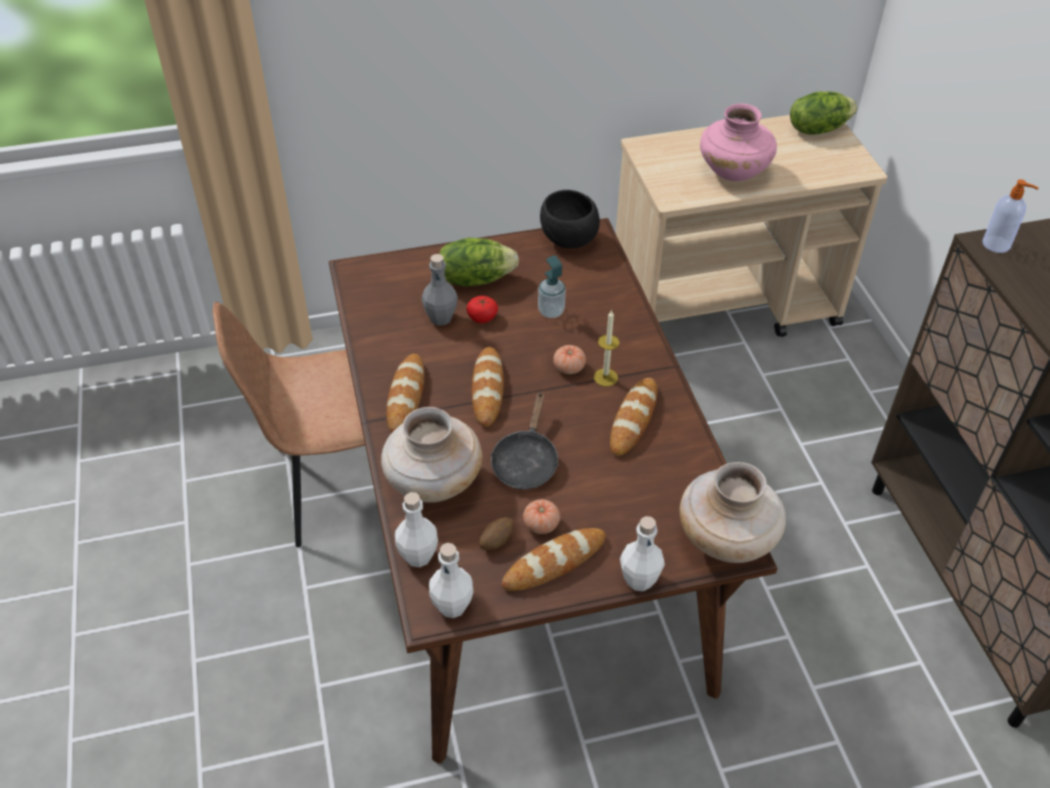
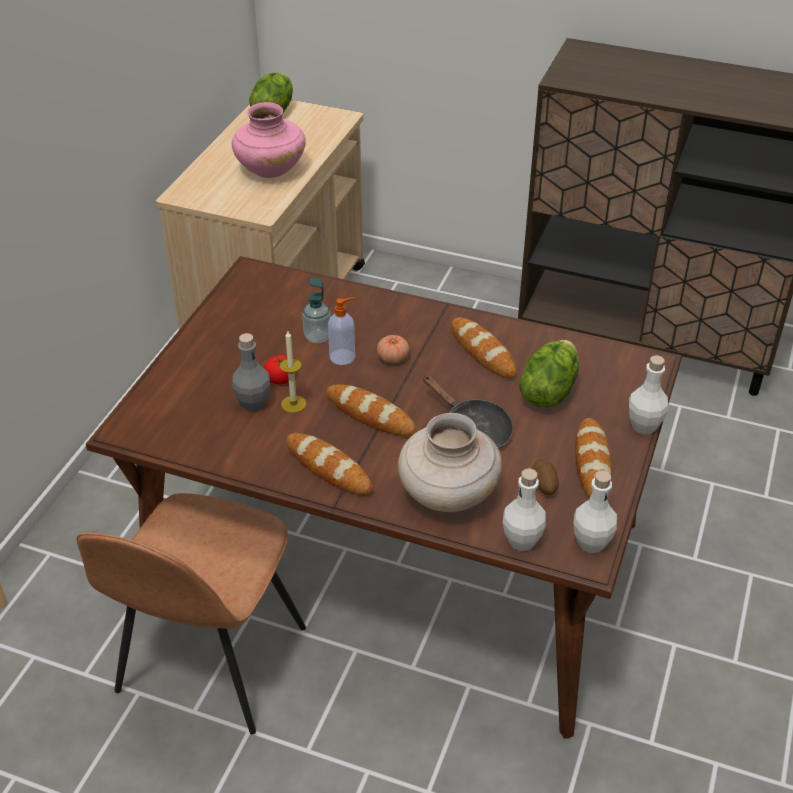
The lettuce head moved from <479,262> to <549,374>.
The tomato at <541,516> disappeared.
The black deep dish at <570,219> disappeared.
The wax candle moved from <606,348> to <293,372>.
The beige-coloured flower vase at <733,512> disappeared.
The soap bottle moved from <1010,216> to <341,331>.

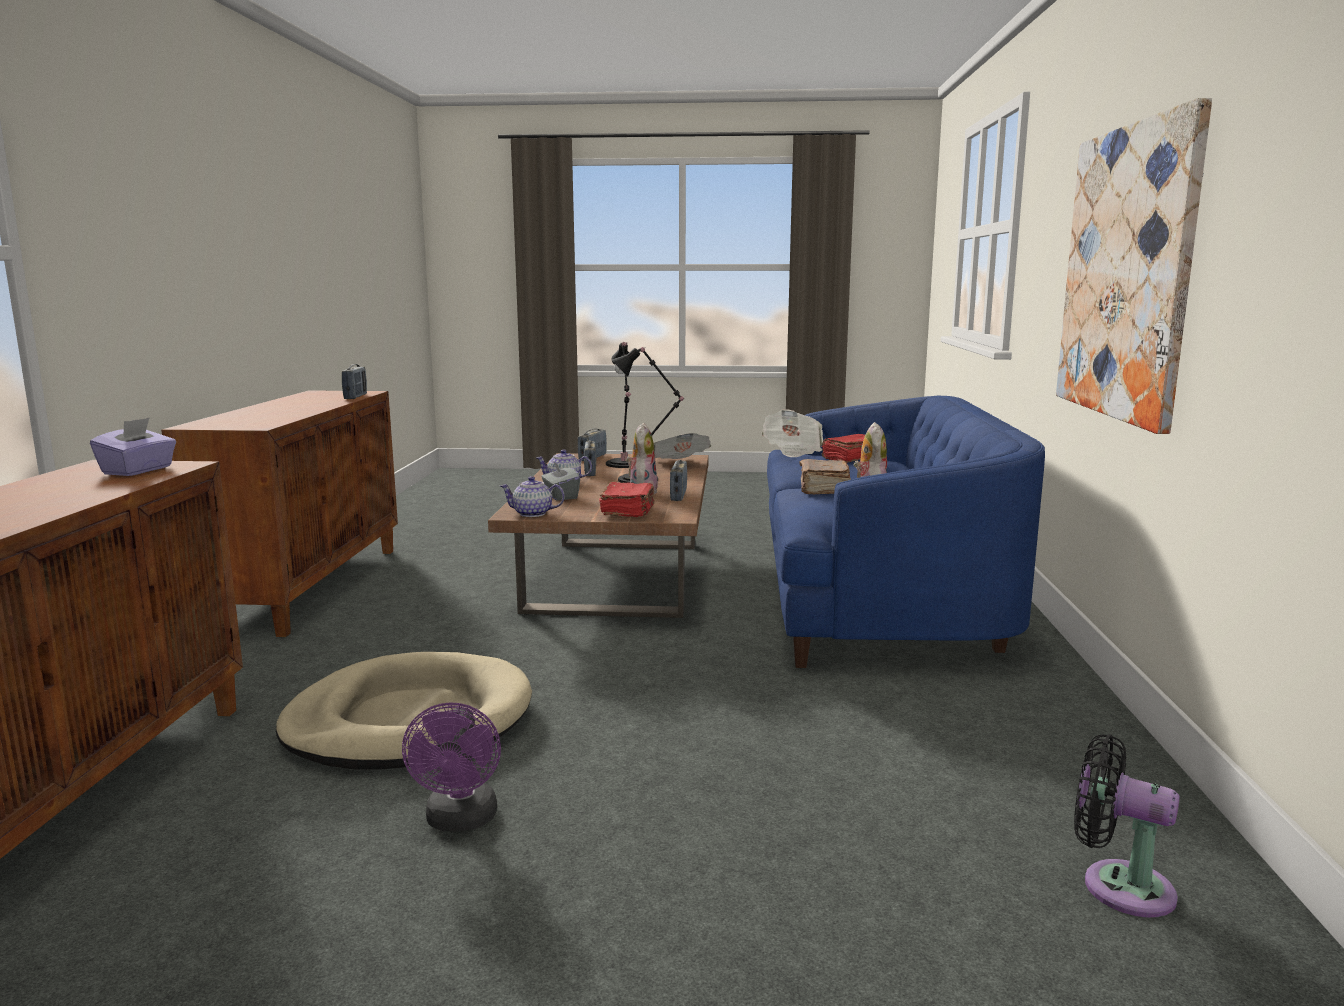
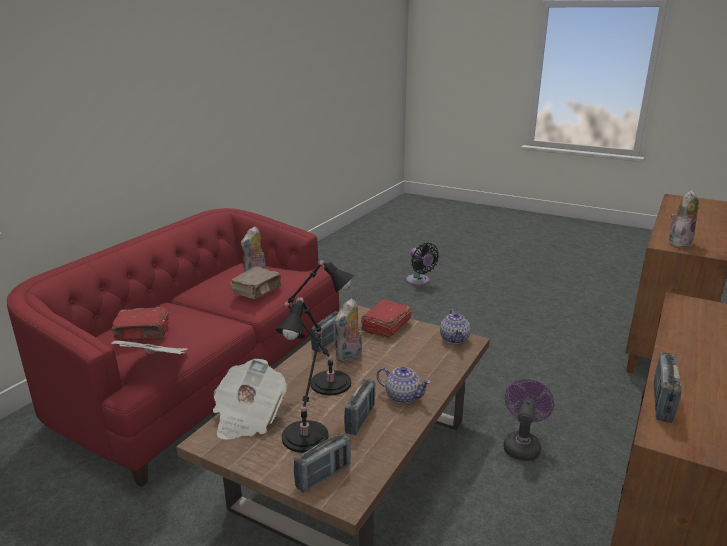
The purple tissue box at <133,446> was replaced by the cuddly toy at <684,218>.
The beige-coloured dog cushion at <404,710> disappeared.
The purple cooling fan moved from <451,767> to <529,420>.
The teapot at <532,496> turned 60 degrees clockwise.
The greyish tissue box at <560,481> disappeared.
The bluish settee at <906,531> became the red settee at <173,347>.
The picture at <1134,266> disappeared.
The black cooling fan moved from <1127,825> to <422,264>.

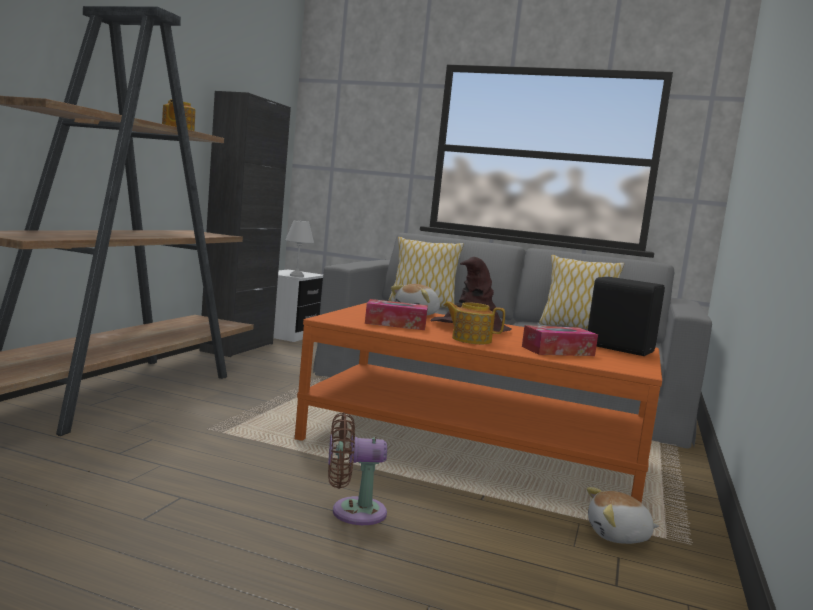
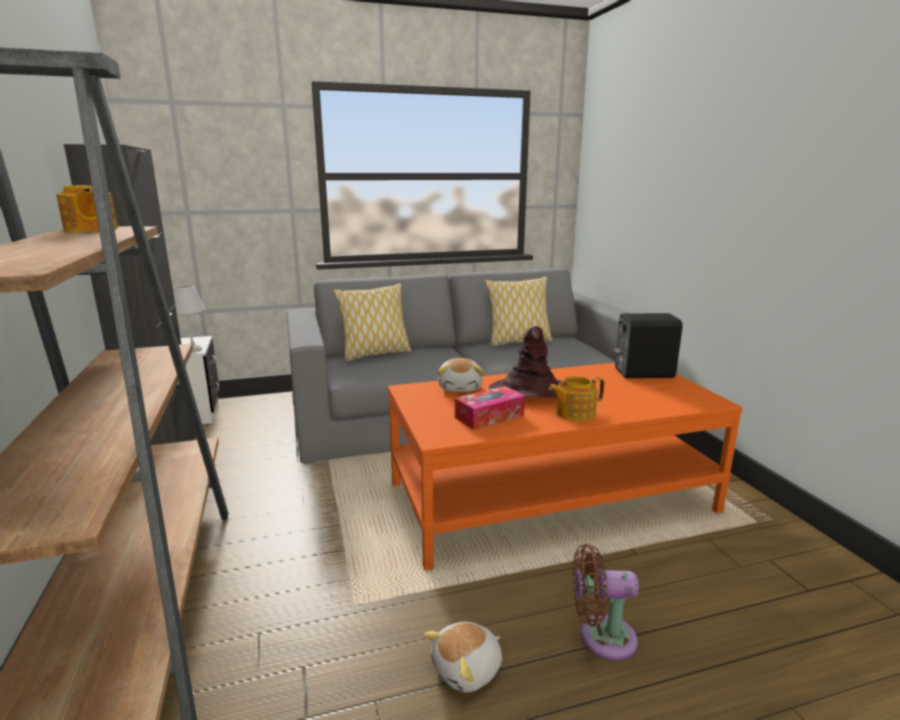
The brown cooling fan at <357,469> turned 45 degrees clockwise.
The tissue box at <560,340> disappeared.
The cuddly toy moved from <623,515> to <462,657>.

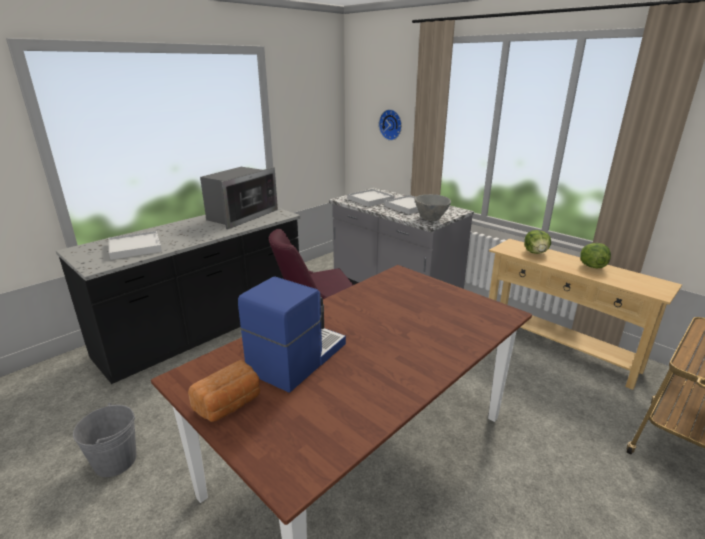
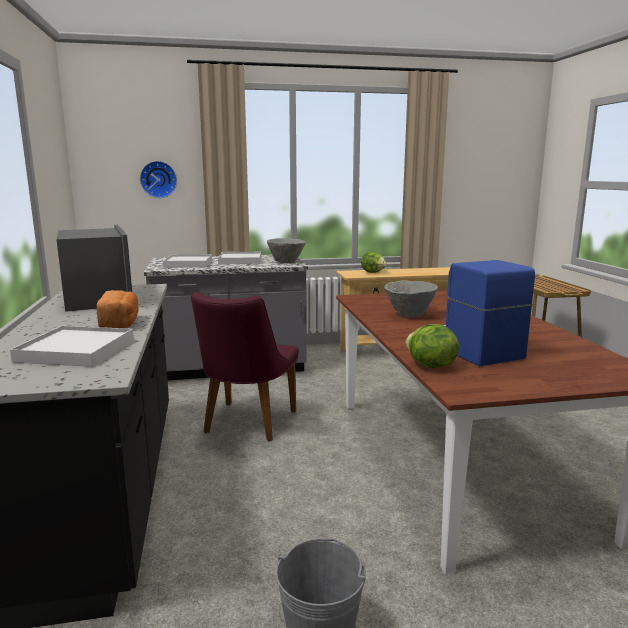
The bread moved from <224,391> to <118,309>.
The lettuce head moved from <595,255> to <432,346>.
The greyish deep dish at <411,299> appeared.

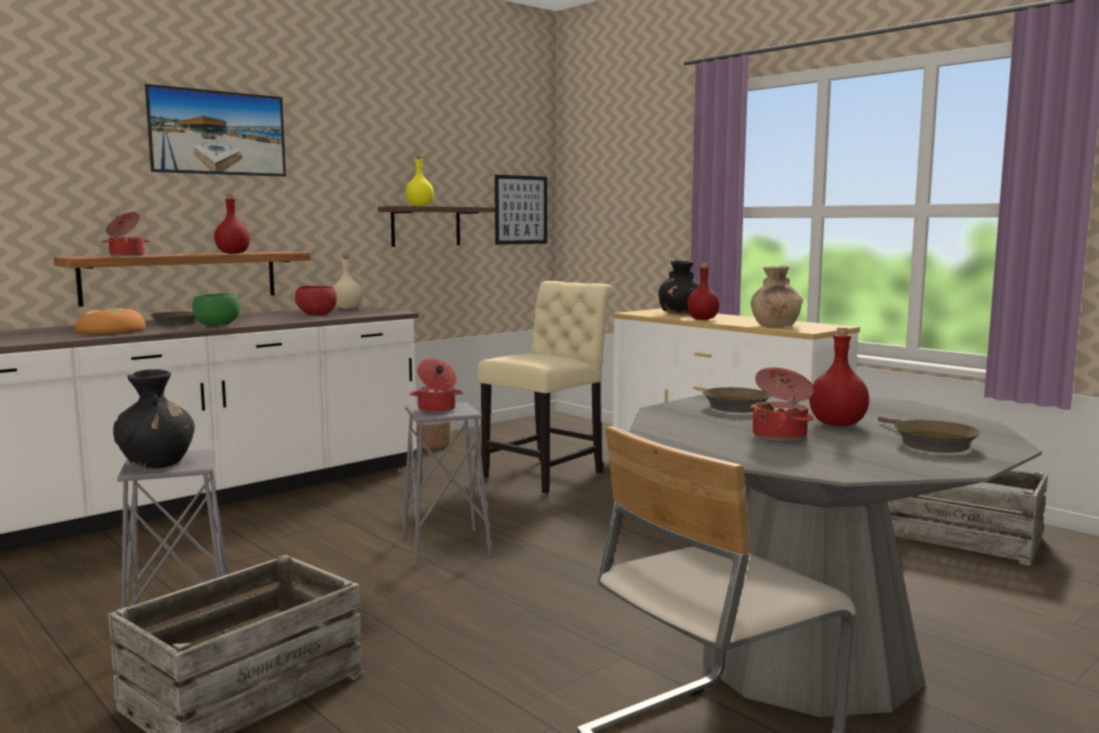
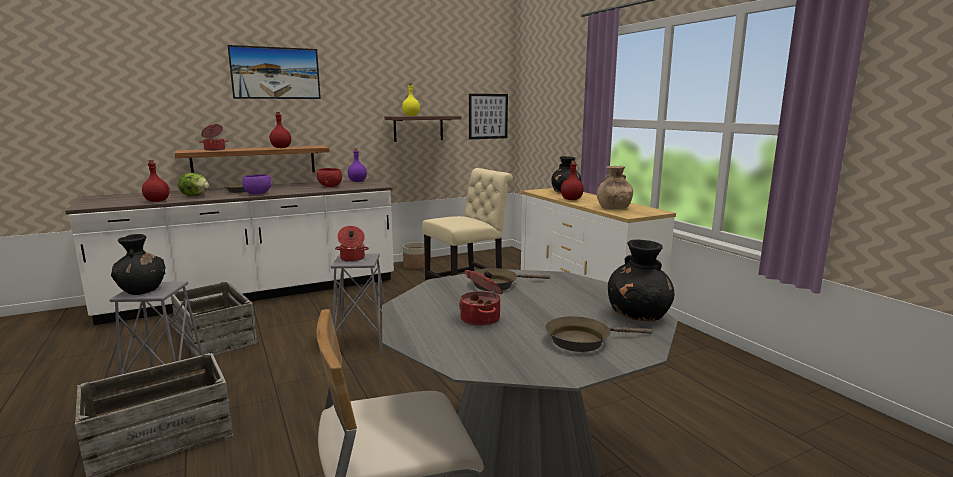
The bread at <110,321> was replaced by the lettuce head at <193,184>.
The green-coloured deep dish at <216,309> became the purple deep dish at <257,184>.
The beige-coloured beverage bottle at <348,282> became the purple beverage bottle at <357,165>.
The red beverage bottle moved from <839,376> to <155,181>.
The brown skillet at <929,434> turned 75 degrees clockwise.
The crate moved from <968,518> to <214,319>.
The black flower vase at <641,281> appeared.

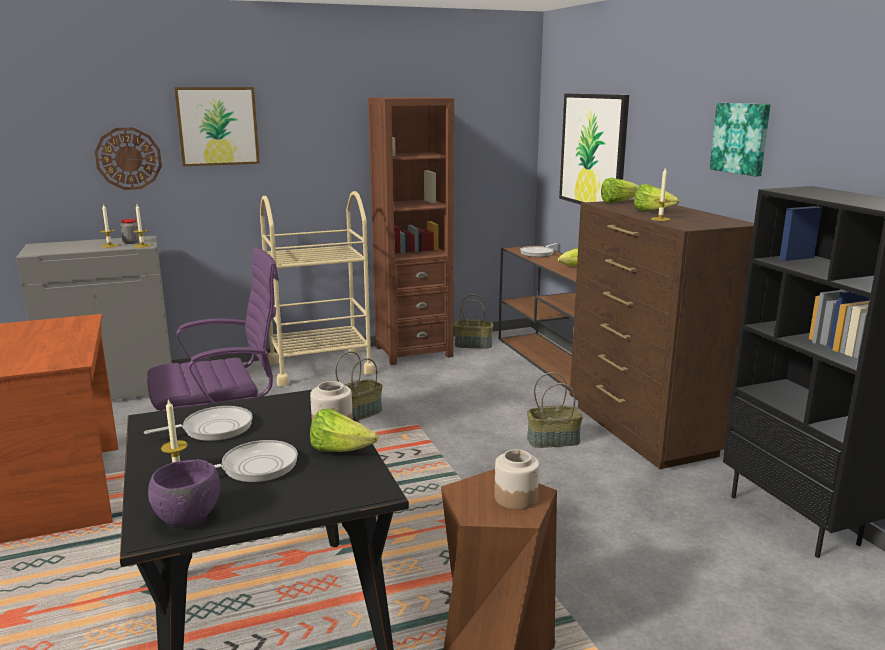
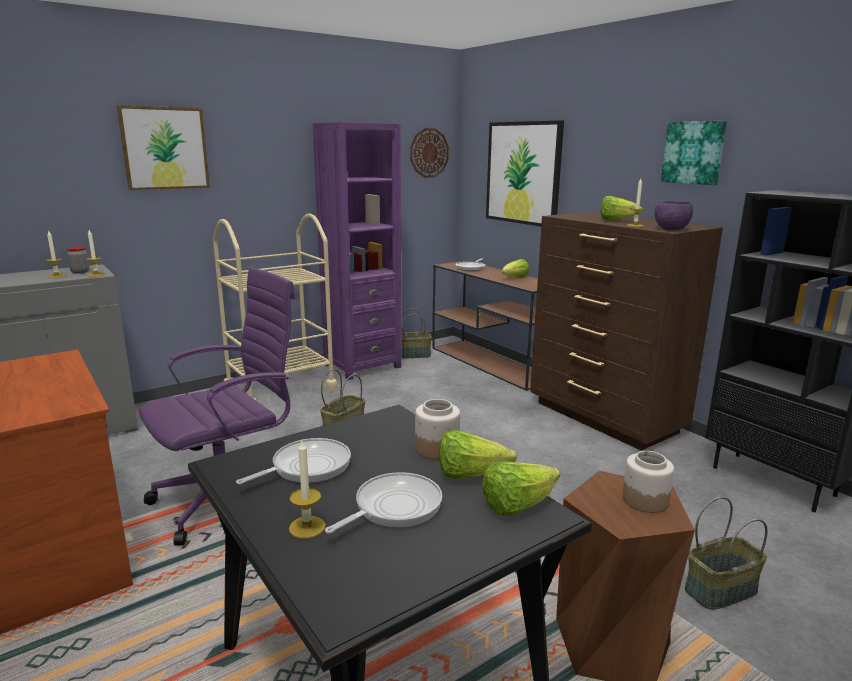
The hanging clock moved from <128,158> to <429,153>.
The purple deep dish moved from <184,492> to <673,215>.
The brown shelving unit at <411,231> became the purple shelving unit at <357,251>.
The basket moved from <555,410> to <726,553>.
The lettuce head moved from <620,190> to <521,489>.

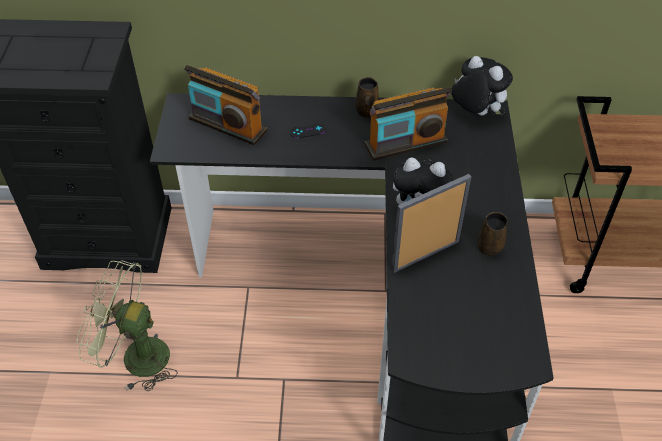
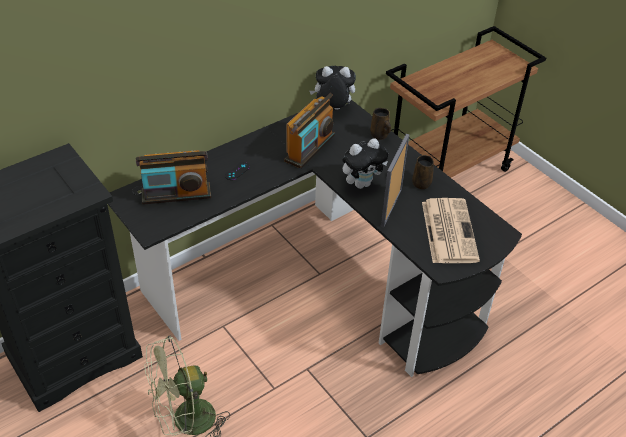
The brown mug moved from <367,97> to <380,124>.
The printed paper at <451,230> appeared.

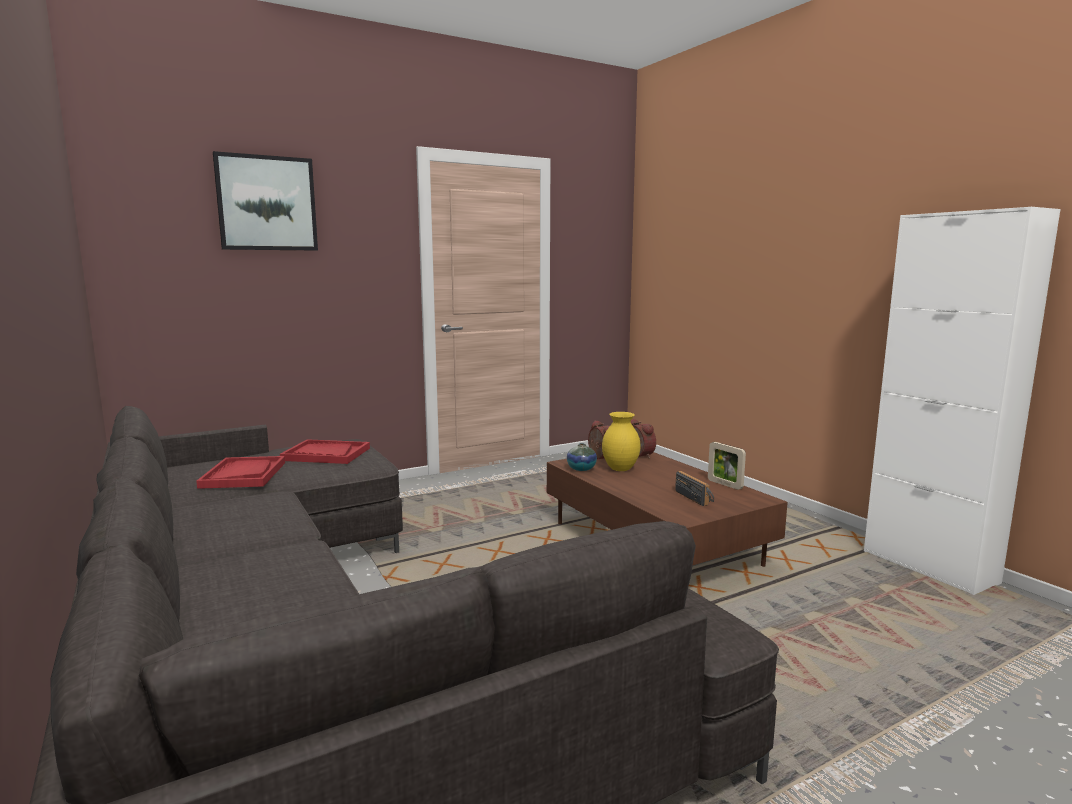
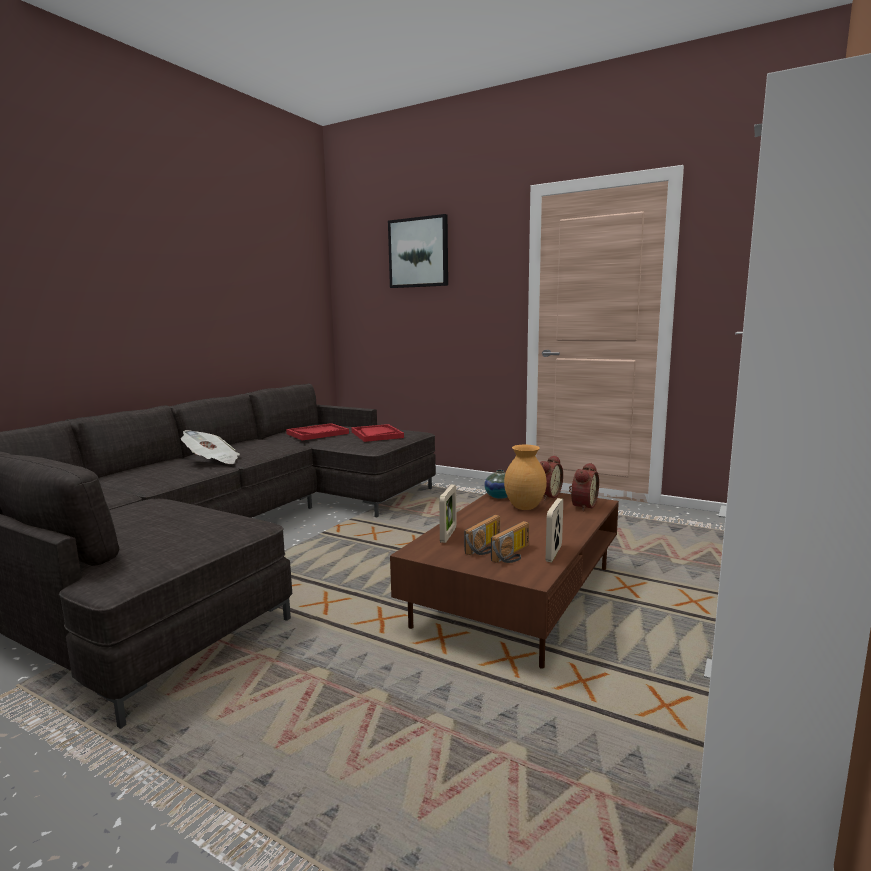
The yellow-coloured flower vase at <621,441> became the brown flower vase at <525,477>.
The printed paper at <210,447> appeared.
The photo frame at <447,514> appeared.
The radio set at <510,542> appeared.

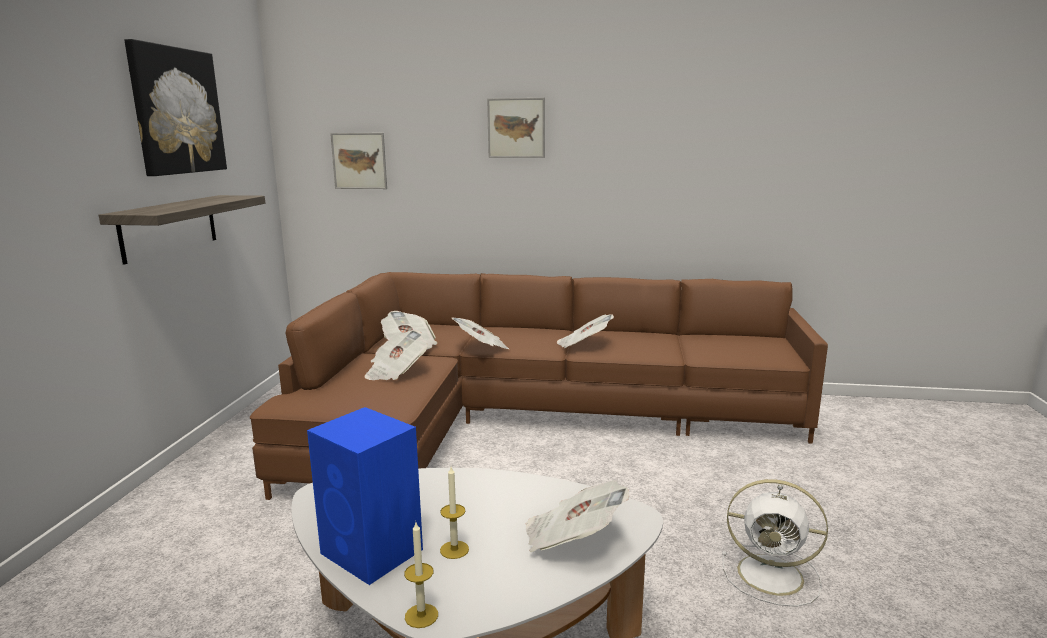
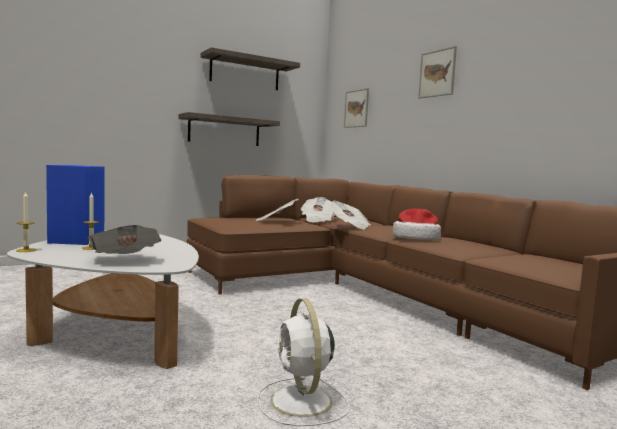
The picture at <175,107> was replaced by the shelf at <250,68>.
The printed paper at <585,331> was replaced by the clothing hat at <416,224>.

